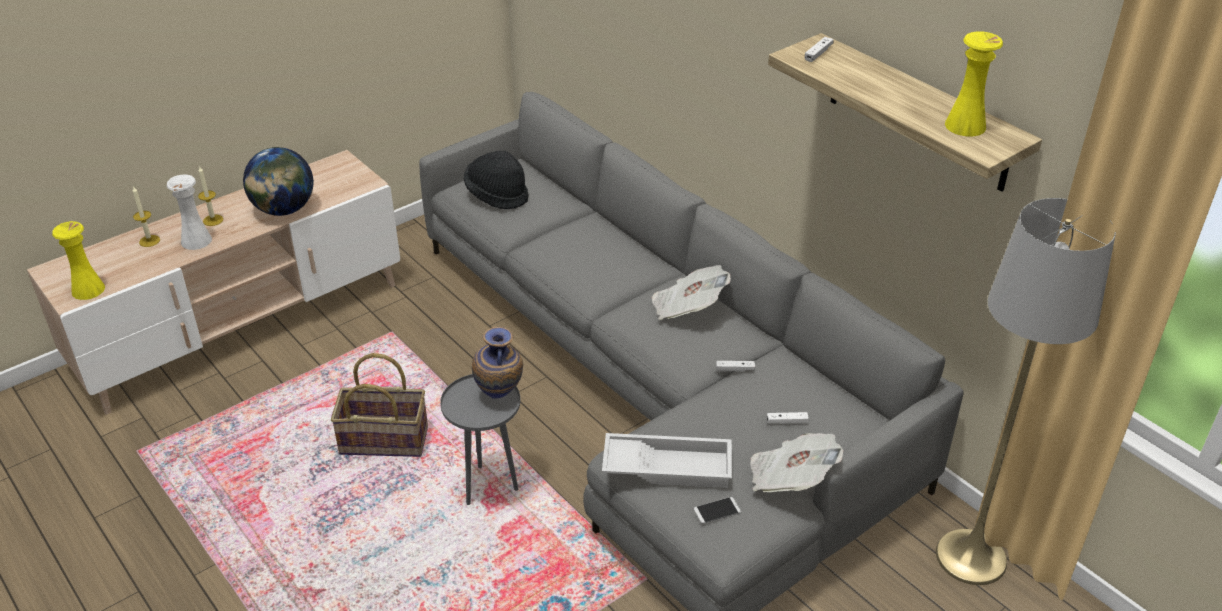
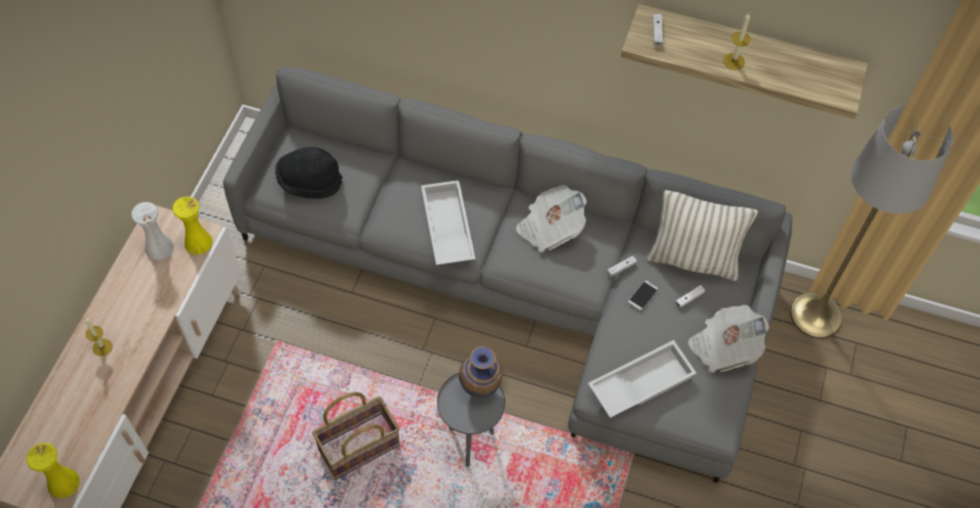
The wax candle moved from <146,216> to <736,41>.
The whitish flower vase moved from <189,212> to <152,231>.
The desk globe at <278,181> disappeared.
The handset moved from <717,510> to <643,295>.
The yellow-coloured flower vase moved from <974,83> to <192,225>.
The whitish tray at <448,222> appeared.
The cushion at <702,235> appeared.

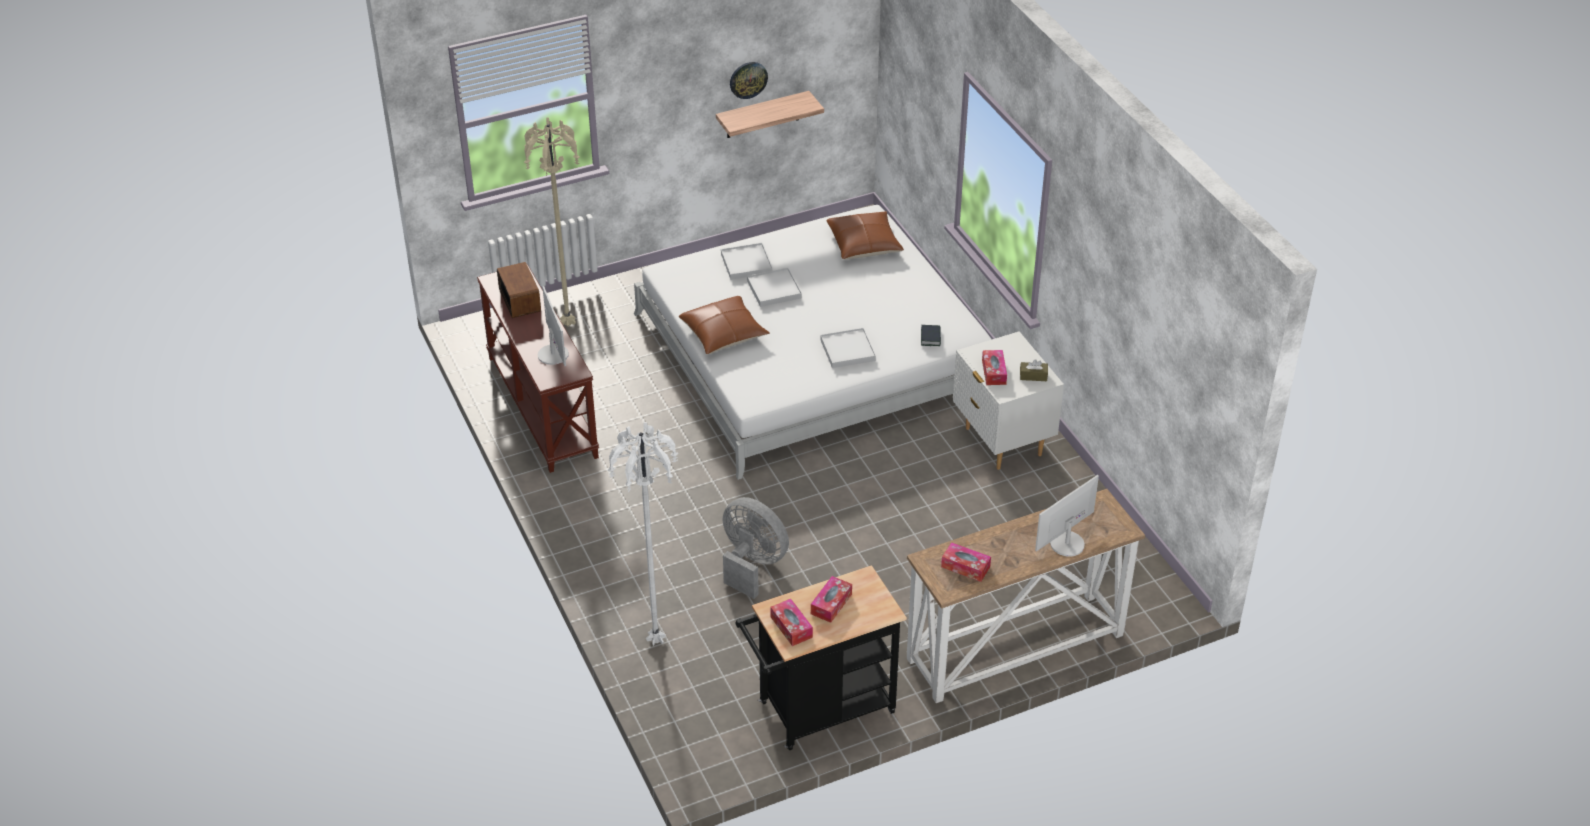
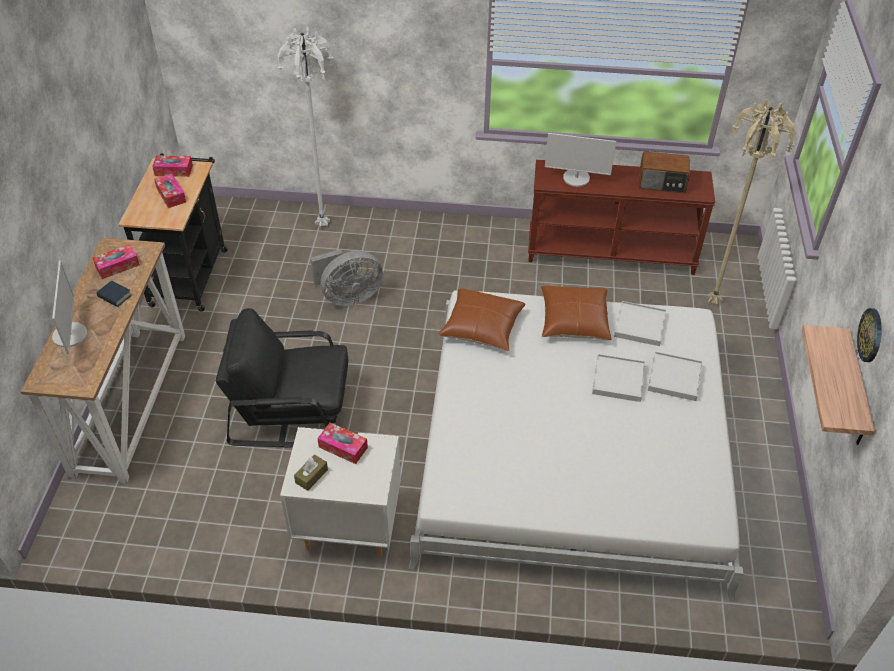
The whitish tray moved from <848,348> to <640,323>.
The brown cushion moved from <865,235> to <482,319>.
The bound book moved from <931,335> to <114,294>.
The black easy chair at <282,378> appeared.

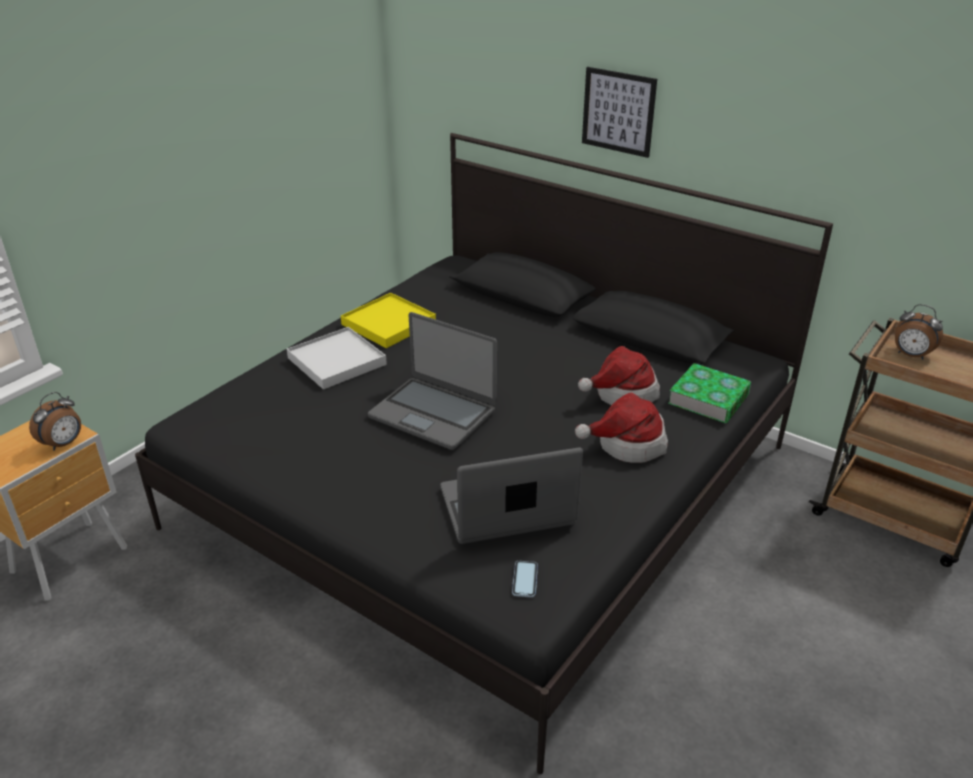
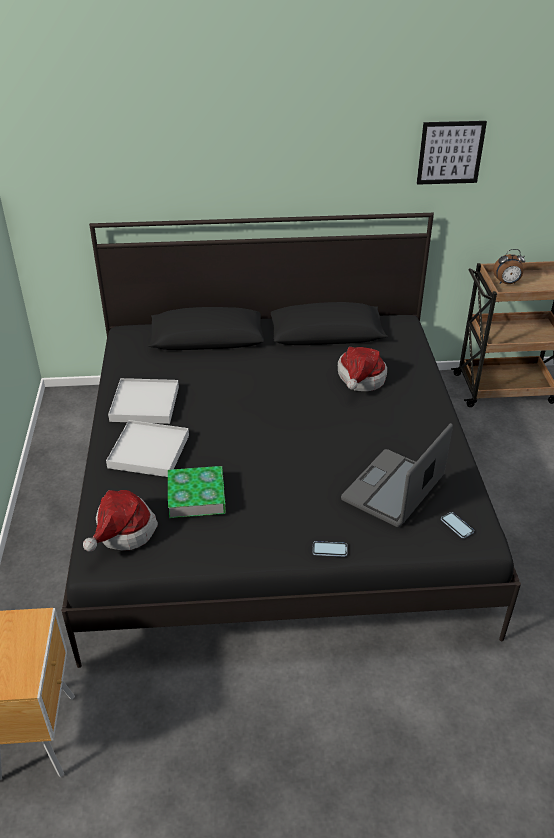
The bedside clock at <55,421> disappeared.
The yellow-coloured tray at <388,320> became the whitish tray at <143,401>.
The notebook computer at <432,381> disappeared.
The clothing hat moved from <621,428> to <120,521>.
The picture moved from <619,112> to <452,153>.
The bound book moved from <709,393> to <197,492>.
The handset at <329,549> appeared.

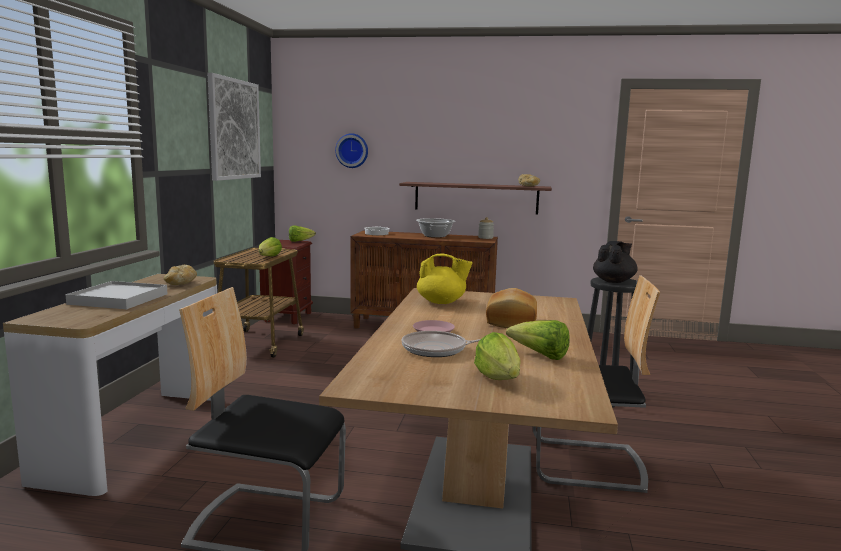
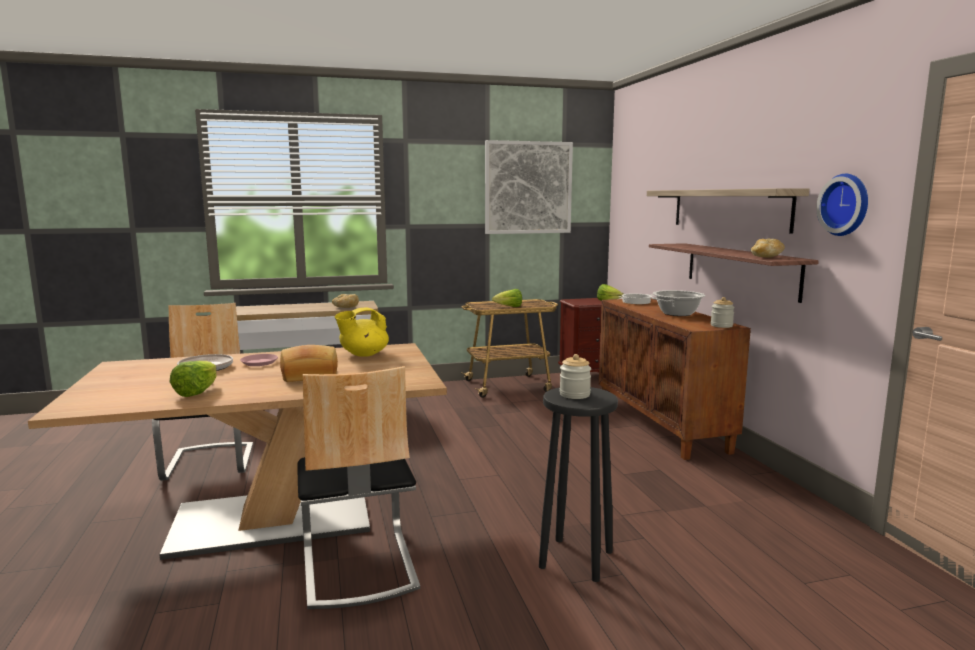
The whitish tray at <116,295> disappeared.
The hanging clock moved from <351,150> to <842,205>.
The yellow-coloured teapot at <445,279> turned 75 degrees clockwise.
The lettuce head at <497,356> disappeared.
The black teapot at <615,262> was replaced by the jar at <575,376>.
The shelf at <728,211> appeared.

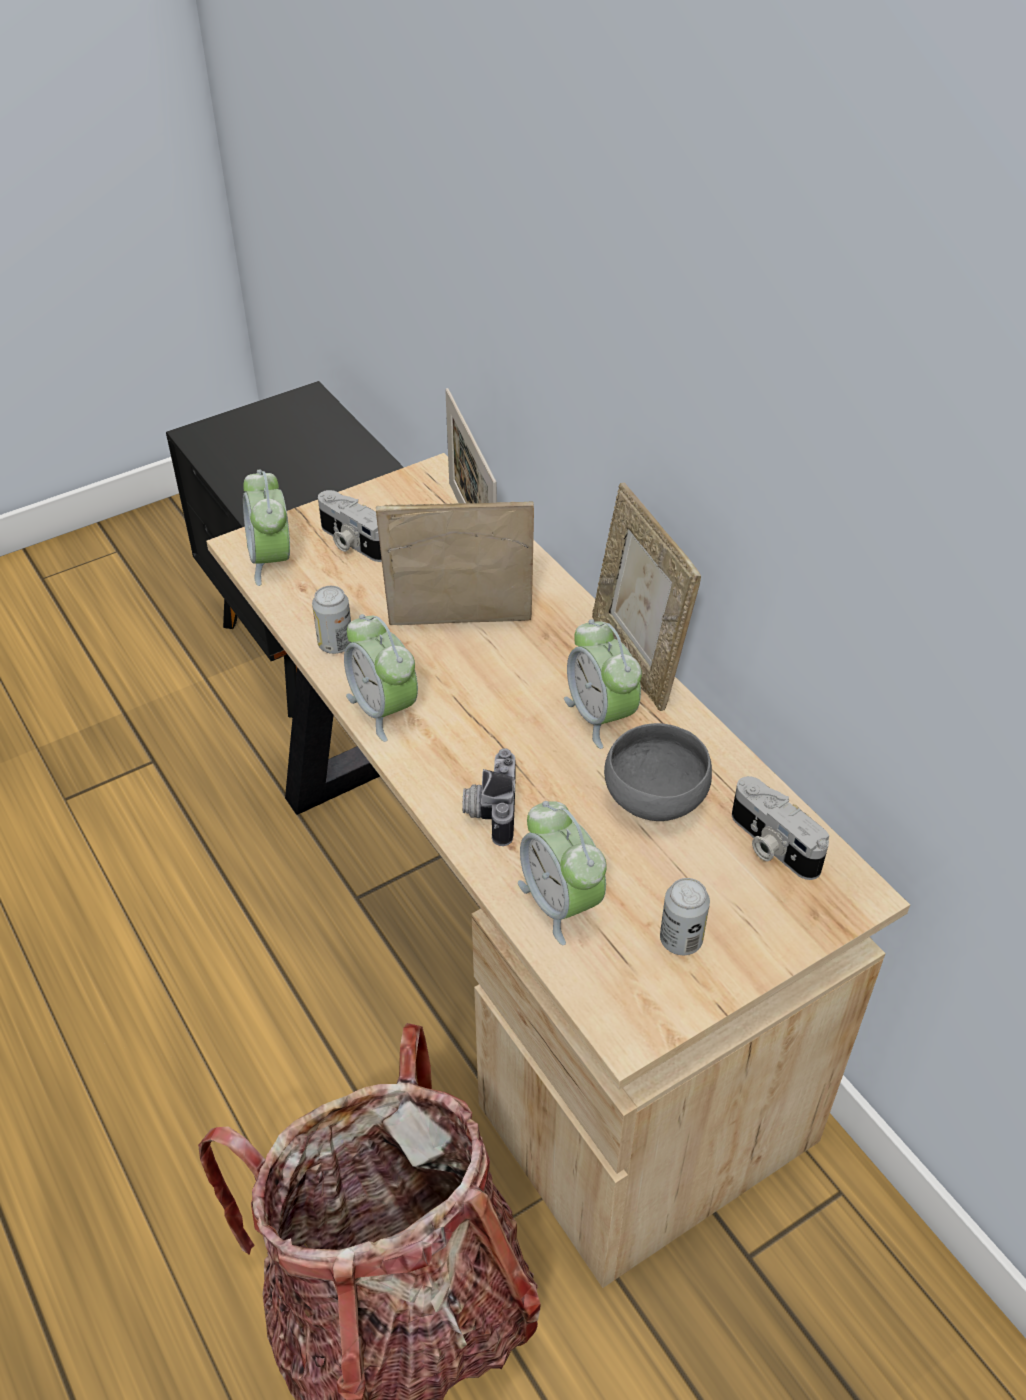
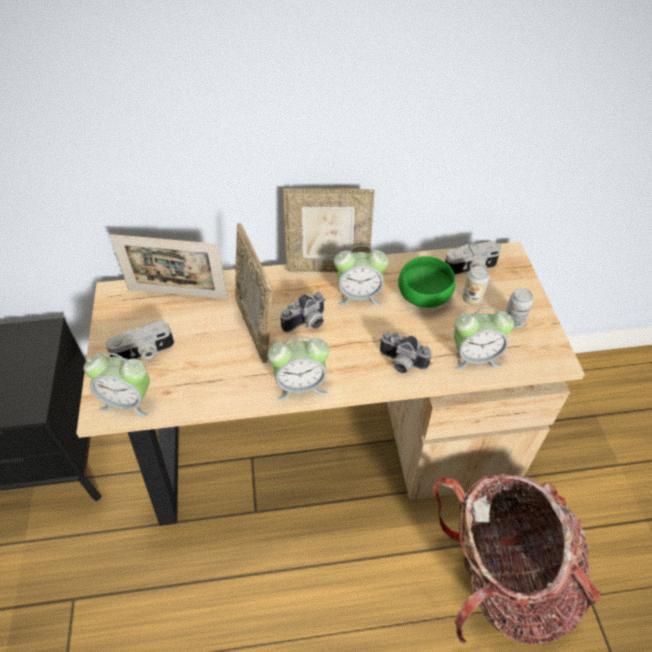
The metal can moved from <331,620> to <476,285>.
The photo frame at <455,563> turned 45 degrees counterclockwise.
The greyish deep dish at <658,772> became the green-coloured deep dish at <426,282>.
The photo camera at <303,312> appeared.

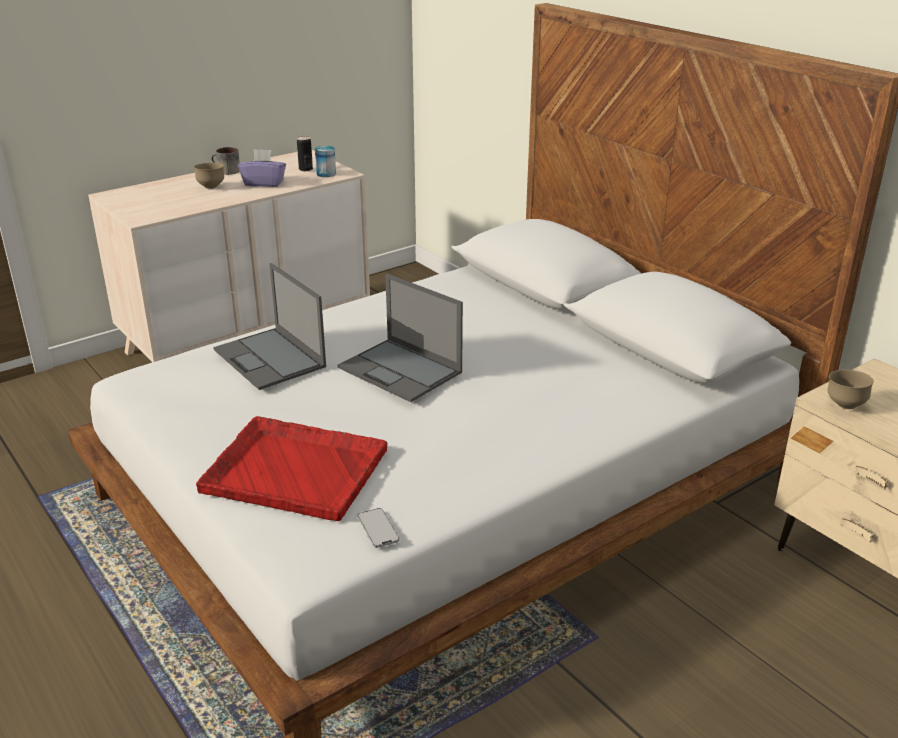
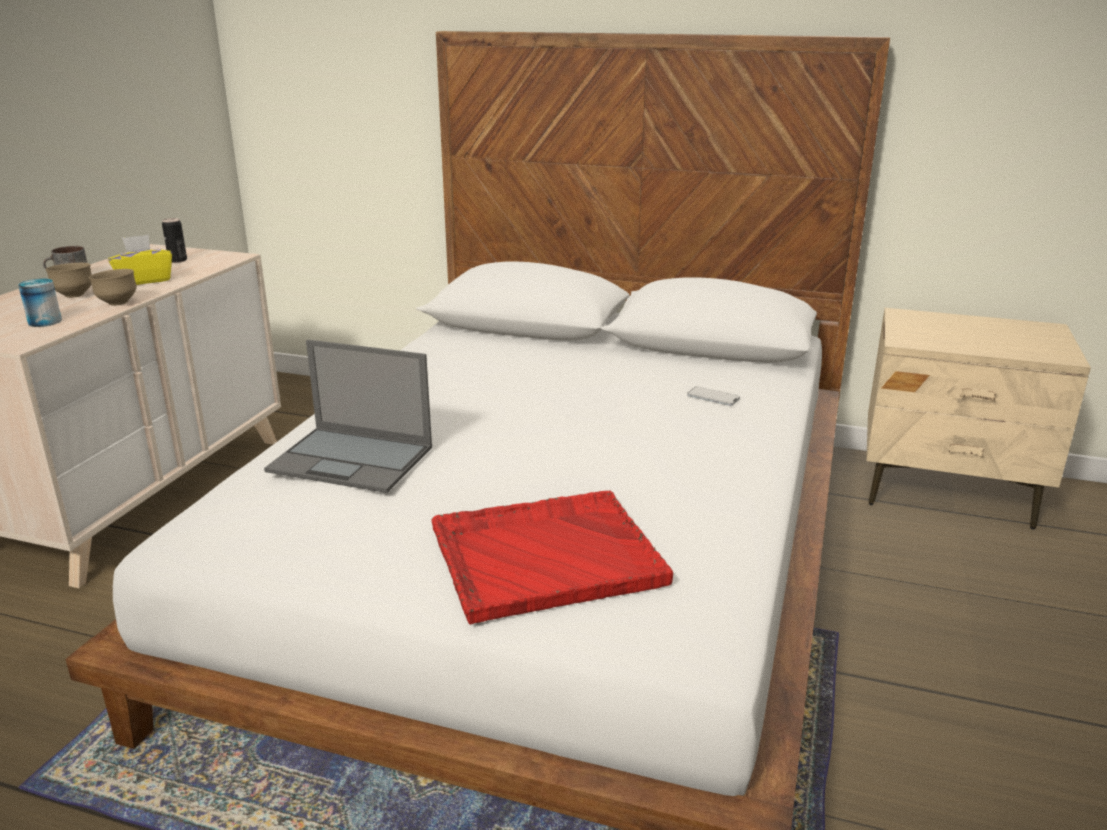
The purple tissue box at <262,168> became the yellow-coloured tissue box at <140,259>.
The metal can moved from <325,161> to <40,303>.
The notebook computer at <400,338> disappeared.
The handset moved from <378,528> to <713,396>.
The brown deep dish moved from <851,389> to <113,287>.

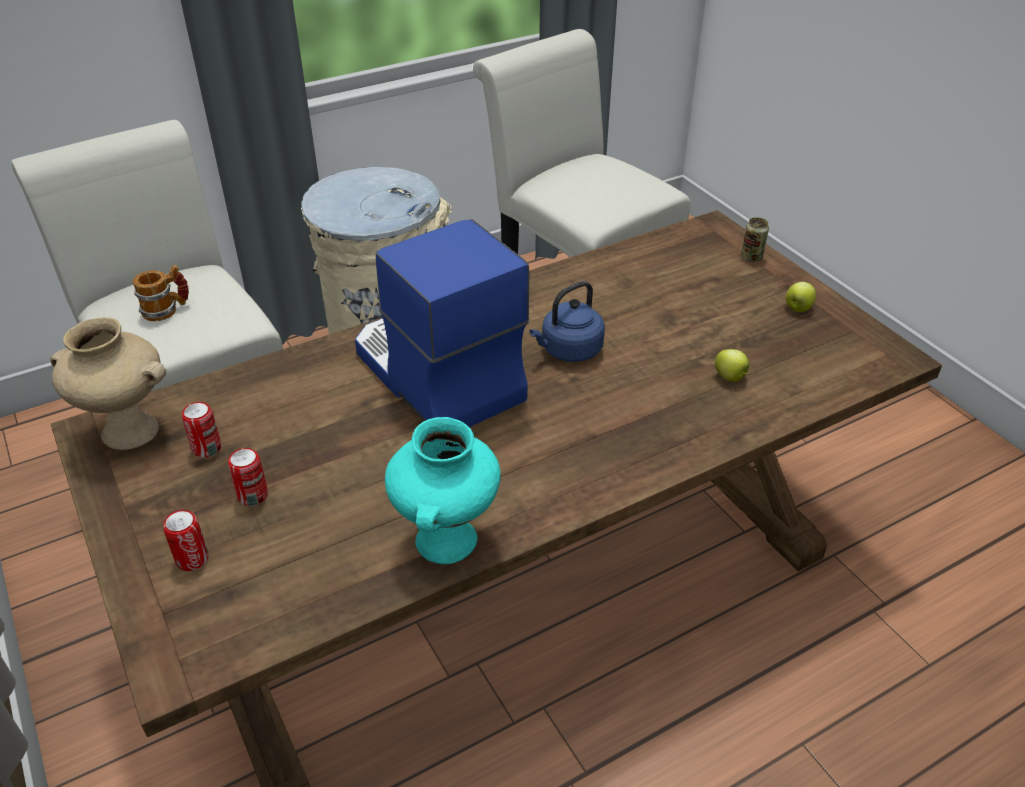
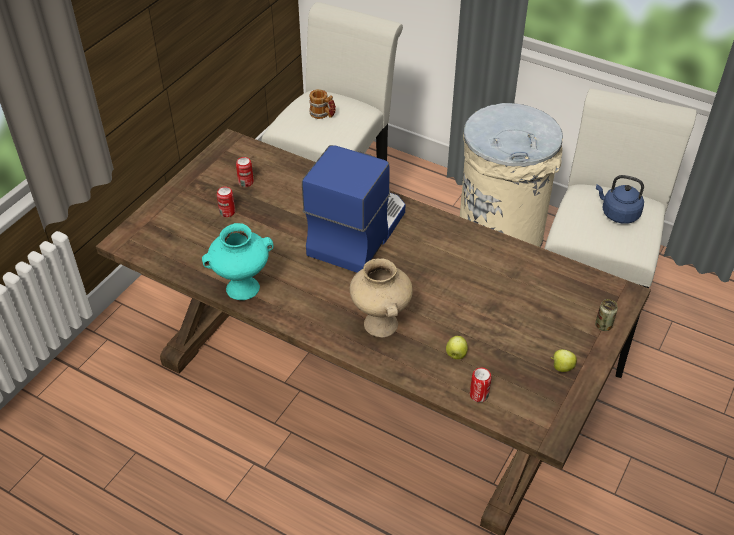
The beige-coloured flower vase moved from <108,384> to <381,297>.
The metal can moved from <186,540> to <481,385>.
The bluish tea kettle moved from <567,321> to <620,199>.

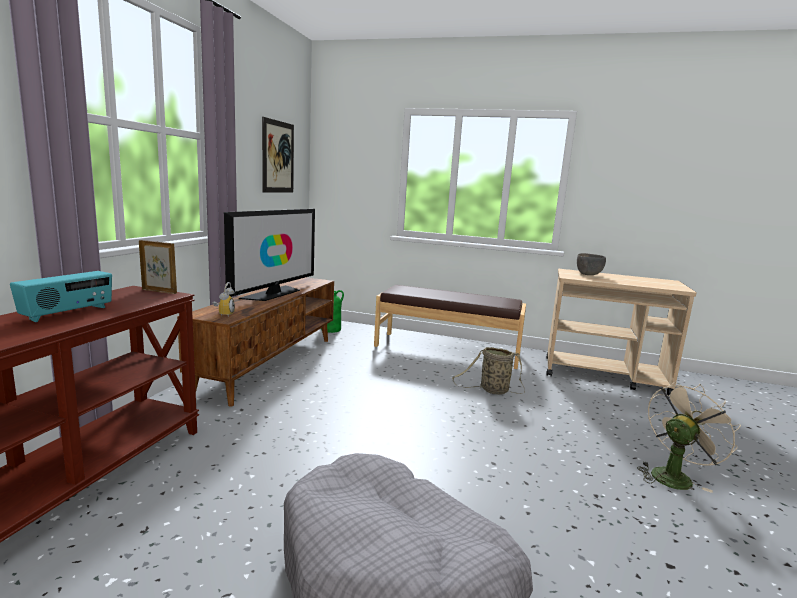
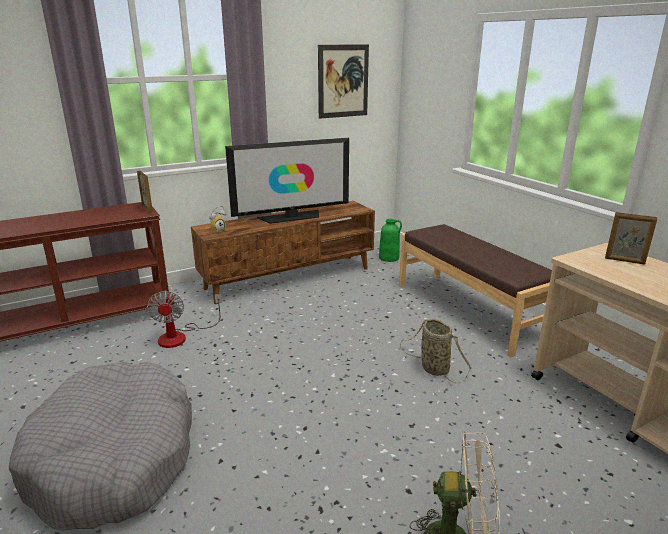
The radio set at <61,296> disappeared.
The greyish deep dish at <591,264> was replaced by the photo frame at <631,238>.
The cooling fan at <184,319> appeared.

